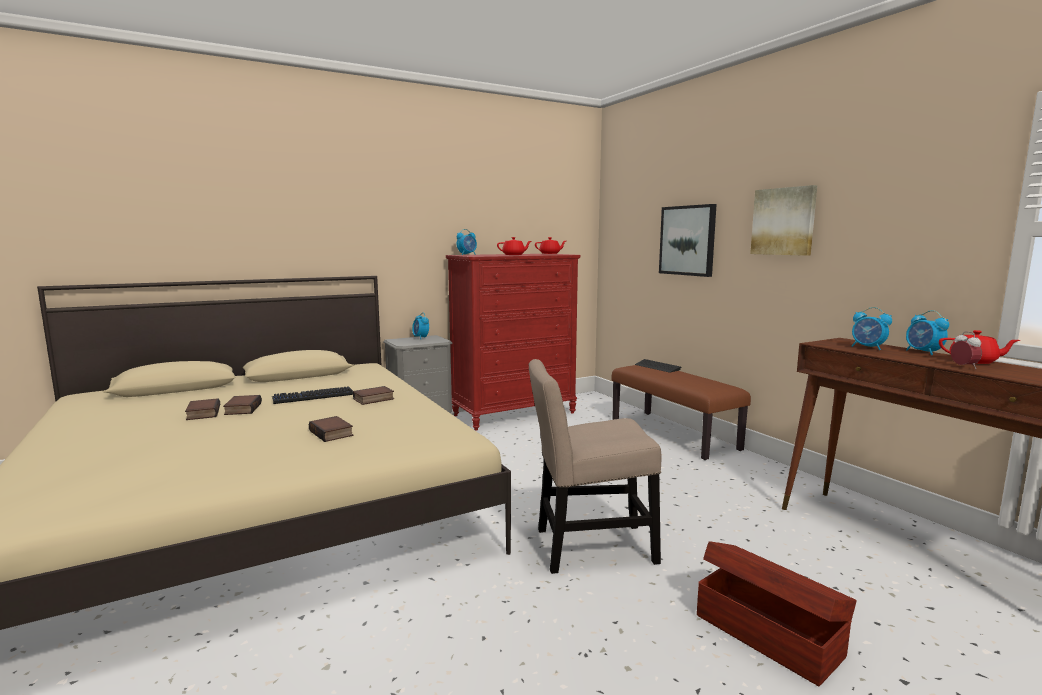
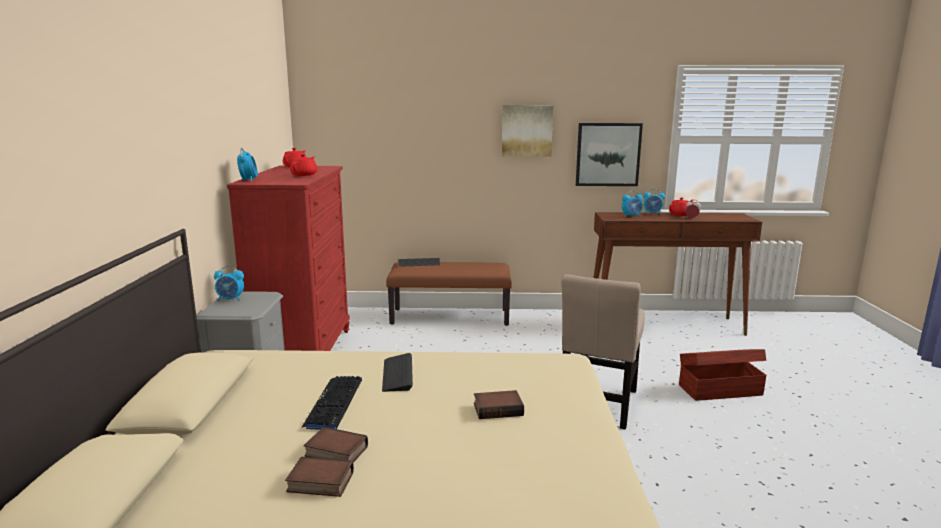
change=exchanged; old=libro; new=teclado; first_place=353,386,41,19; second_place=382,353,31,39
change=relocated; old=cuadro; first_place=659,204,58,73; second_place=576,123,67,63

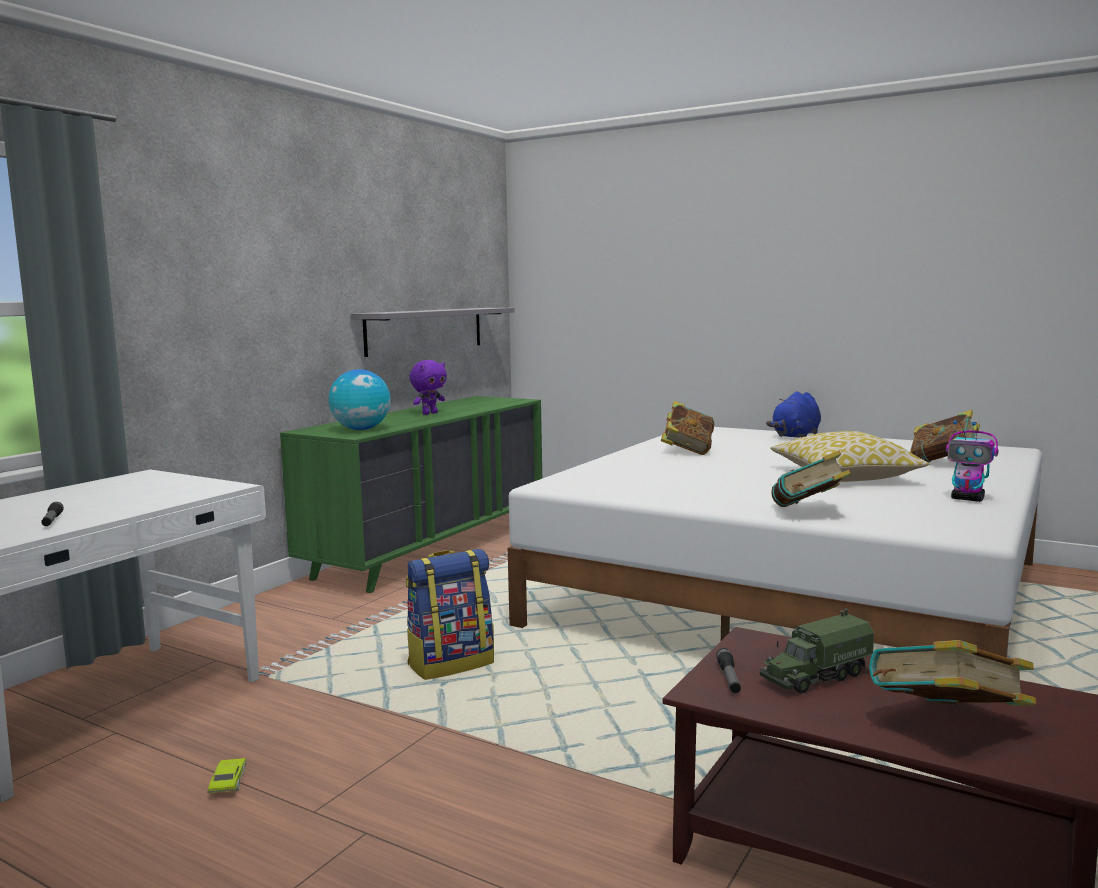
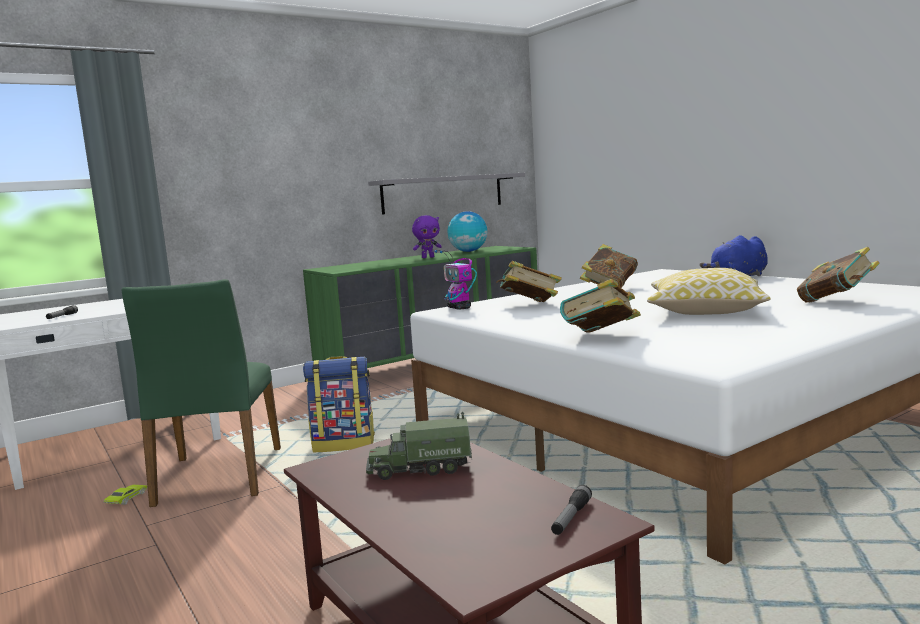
change=relocated; old=globo terráqueo; first_place=328,369,63,61; second_place=448,211,39,41
change=relocated; old=linterna; first_place=716,648,25,45; second_place=551,485,41,50
change=relocated; old=libro; first_place=869,640,167,65; second_place=496,261,66,41
change=relocated; old=robot de juguete; first_place=946,420,53,82; second_place=434,250,43,60
change=appeared; new=silla/verde; second_place=122,279,159,228

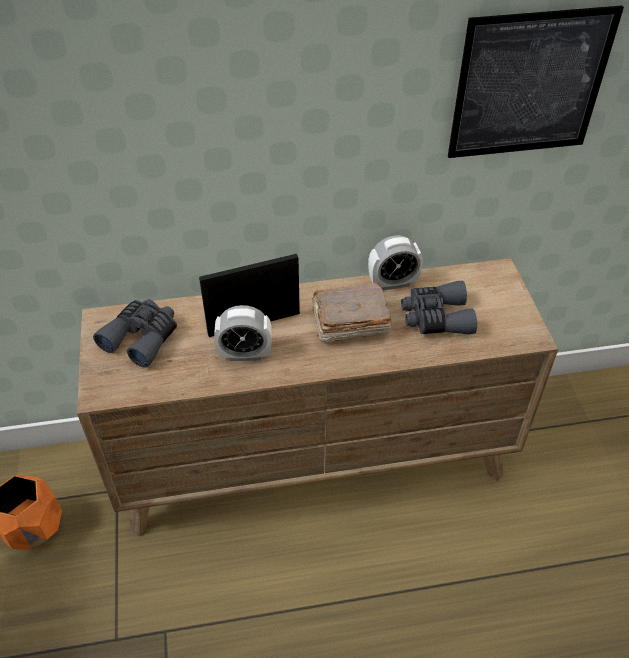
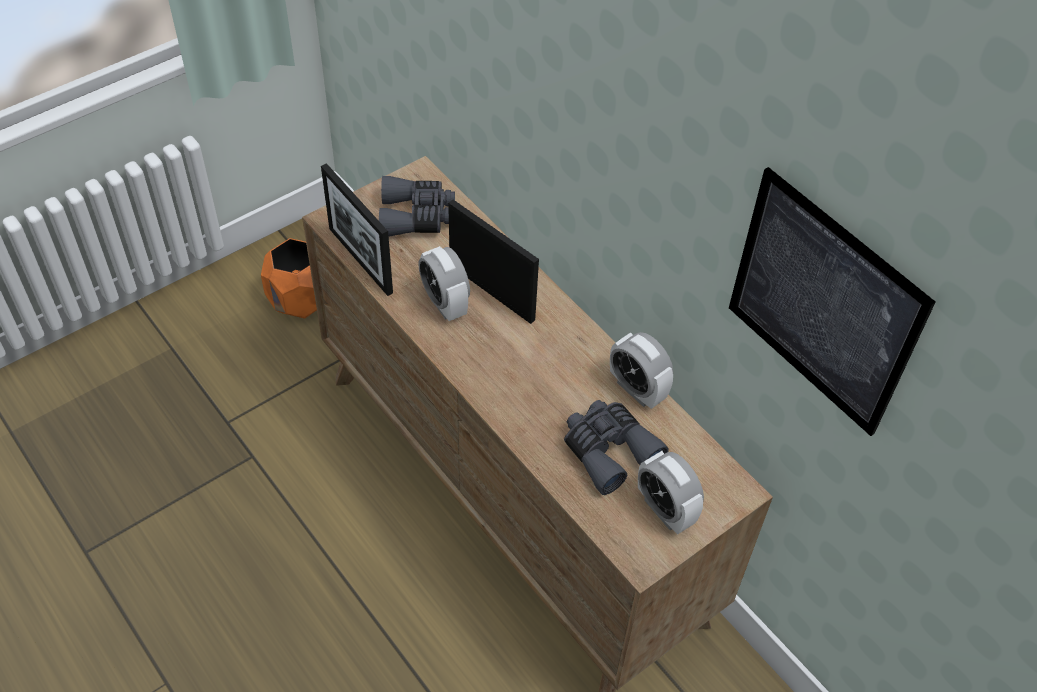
change=missing; old=libro/marrón; first_place=312,283,79,59
change=appeared; new=portarretratos; second_place=321,163,72,133
change=appeared; new=despertador; second_place=638,451,66,83

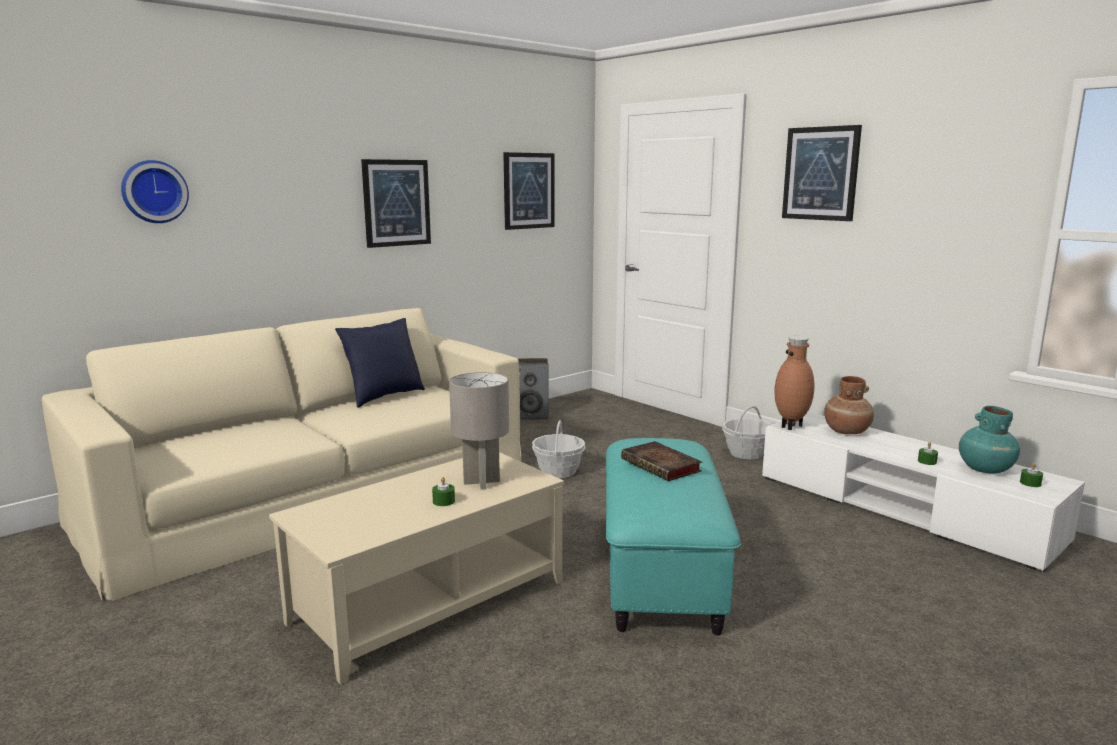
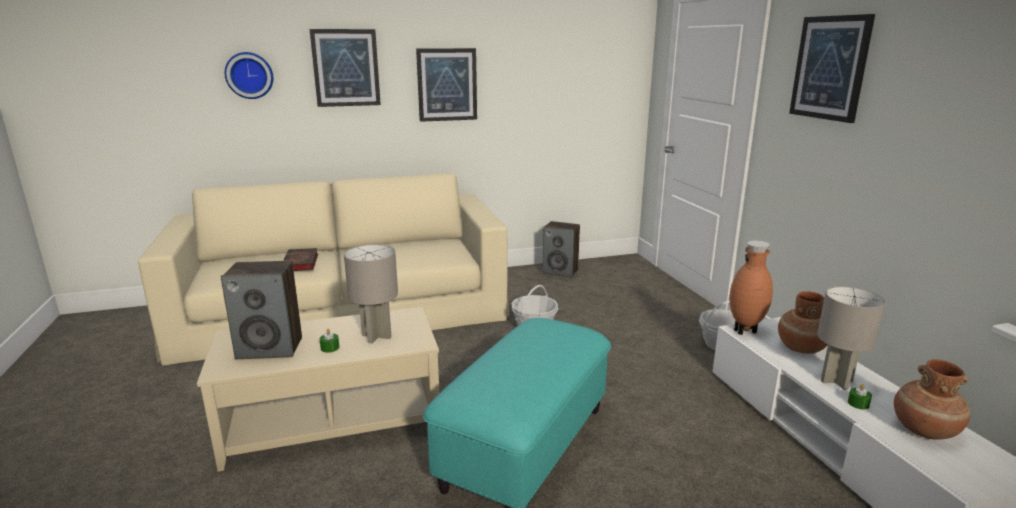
change=missing; old=cojín/azul; first_place=335,318,90,90
change=relocated; old=cuadro; first_place=503,152,52,78; second_place=310,29,71,78
change=relocated; old=libro; first_place=621,441,81,40; second_place=283,248,35,23
change=colour; old=florero/turquesa; new=florero/marrón; first_place=959,406,61,68; second_place=894,359,76,81
change=missing; old=vela/verde; first_place=1020,463,23,24
change=appeared; new=altavoz; second_place=221,261,81,98
change=appeared; new=lámpara de mesa/gris; second_place=818,286,67,104

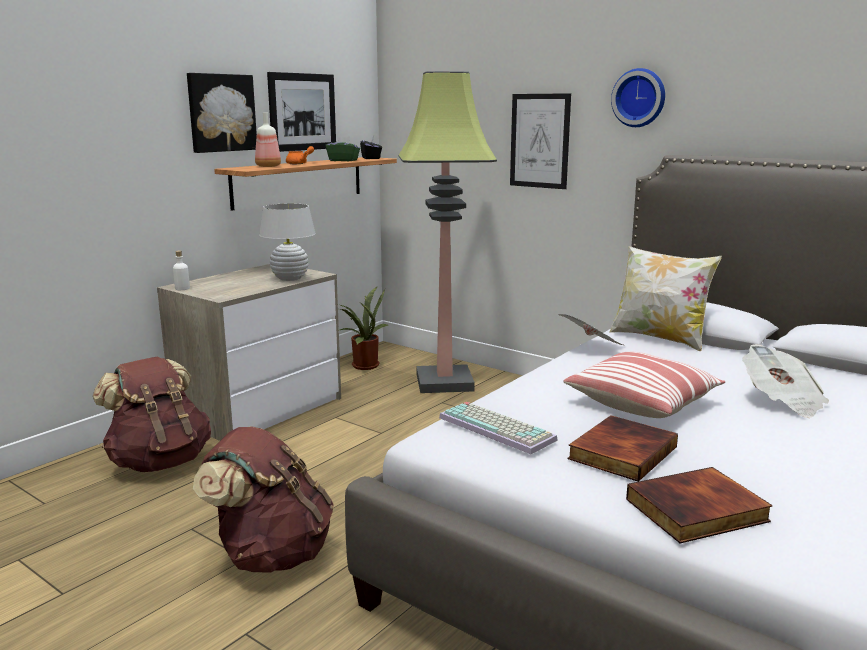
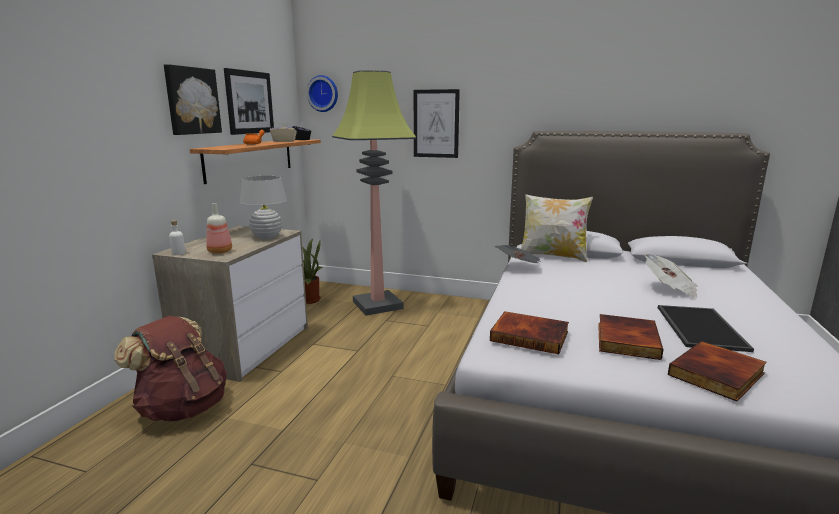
change=missing; old=mochila/marrón; first_place=193,426,140,147
change=relocated; old=botella; first_place=255,112,26,55; second_place=206,203,26,51
change=colour; old=caja de pañuelos/verde; new=caja de pañuelos/beis; first_place=326,136,34,25; second_place=270,122,27,20
change=exchanged; old=teclado; new=libro; first_place=439,402,119,52; second_place=490,311,79,43
change=missing; old=cojín; first_place=563,352,163,66
change=relocated; old=reloj de pared; first_place=611,68,54,59; second_place=306,75,32,37
change=appeared; new=bandeja; second_place=658,305,96,47

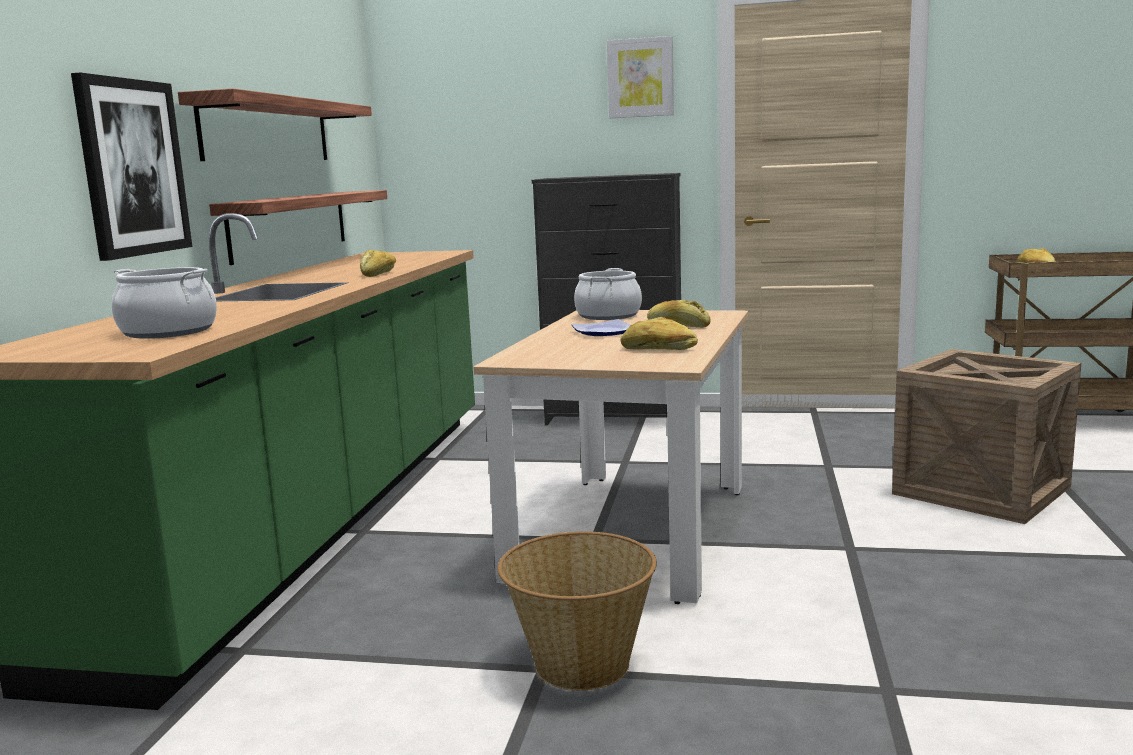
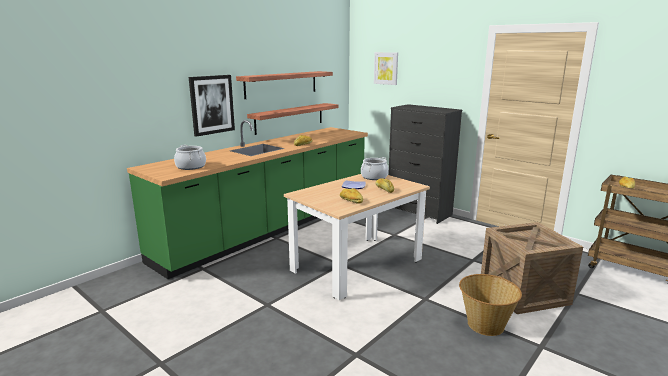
change=relocated; old=cesta; first_place=498,531,159,159; second_place=459,274,63,62
change=relocated; old=cuadro; first_place=607,36,67,82; second_place=374,52,24,33

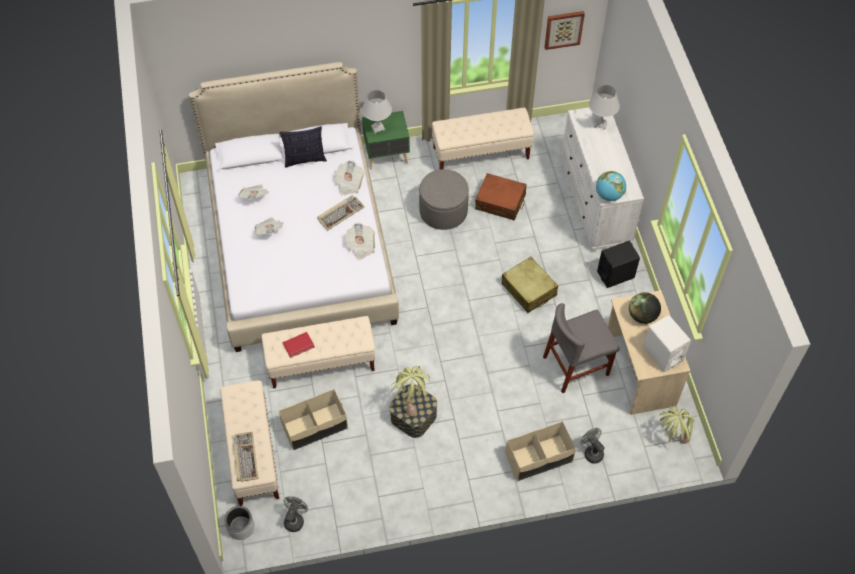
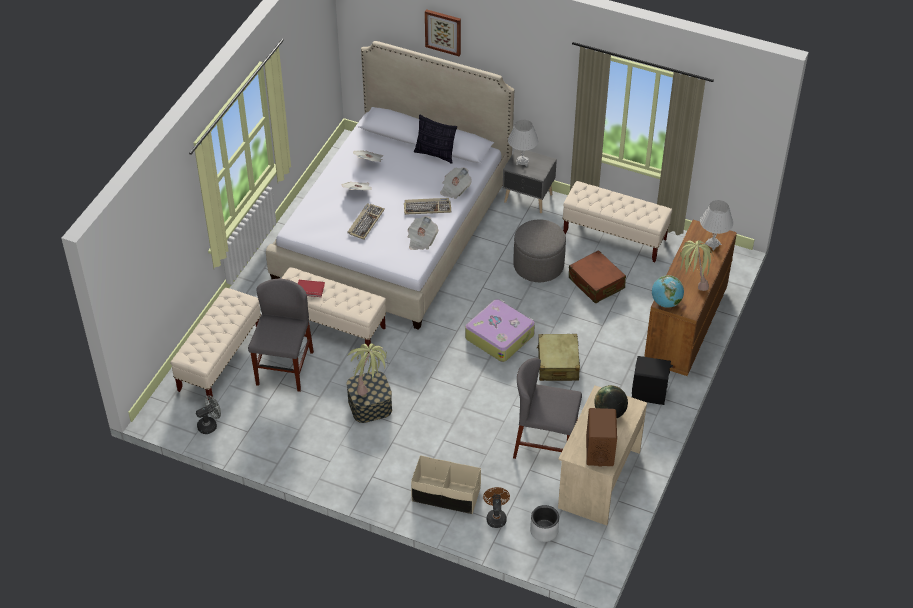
change=relocated; old=maceta/gris; first_place=224,506,31,34; second_place=530,505,29,37
change=relocated; old=teclado; first_place=232,432,27,50; second_place=347,203,38,37
change=exchanged; old=caja de almacenaje/beis; new=silla/gris; first_place=279,389,69,62; second_place=248,279,66,113
change=colour; old=mesita de noche/verde; new=mesita de noche/gris; first_place=362,111,48,59; second_place=503,149,54,64
change=relocated; old=cuadro; first_place=544,11,41,39; second_place=425,9,36,47
change=colour; old=cómoda/blanco; new=cómoda/marrón; first_place=561,107,83,143; second_place=644,220,93,156
change=colour; old=ventilador/gris; new=ventilador/marrón; first_place=580,428,25,36; second_place=483,487,27,41
change=colour; old=altavoz/blanco; new=altavoz/marrón; first_place=643,315,48,57; second_place=586,408,31,58
change=relocated; old=planta en maceta; first_place=659,405,35,39; second_place=680,240,34,51
change=appeared; new=maleta; second_place=465,299,70,63

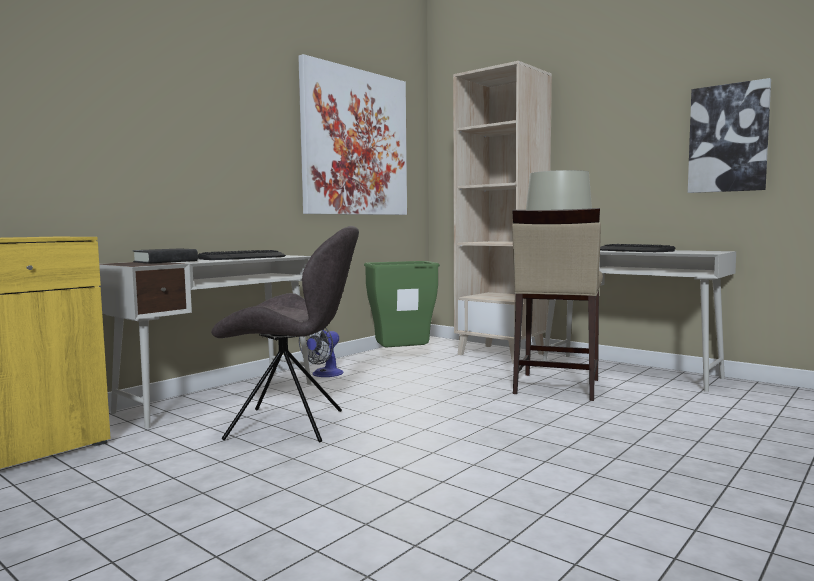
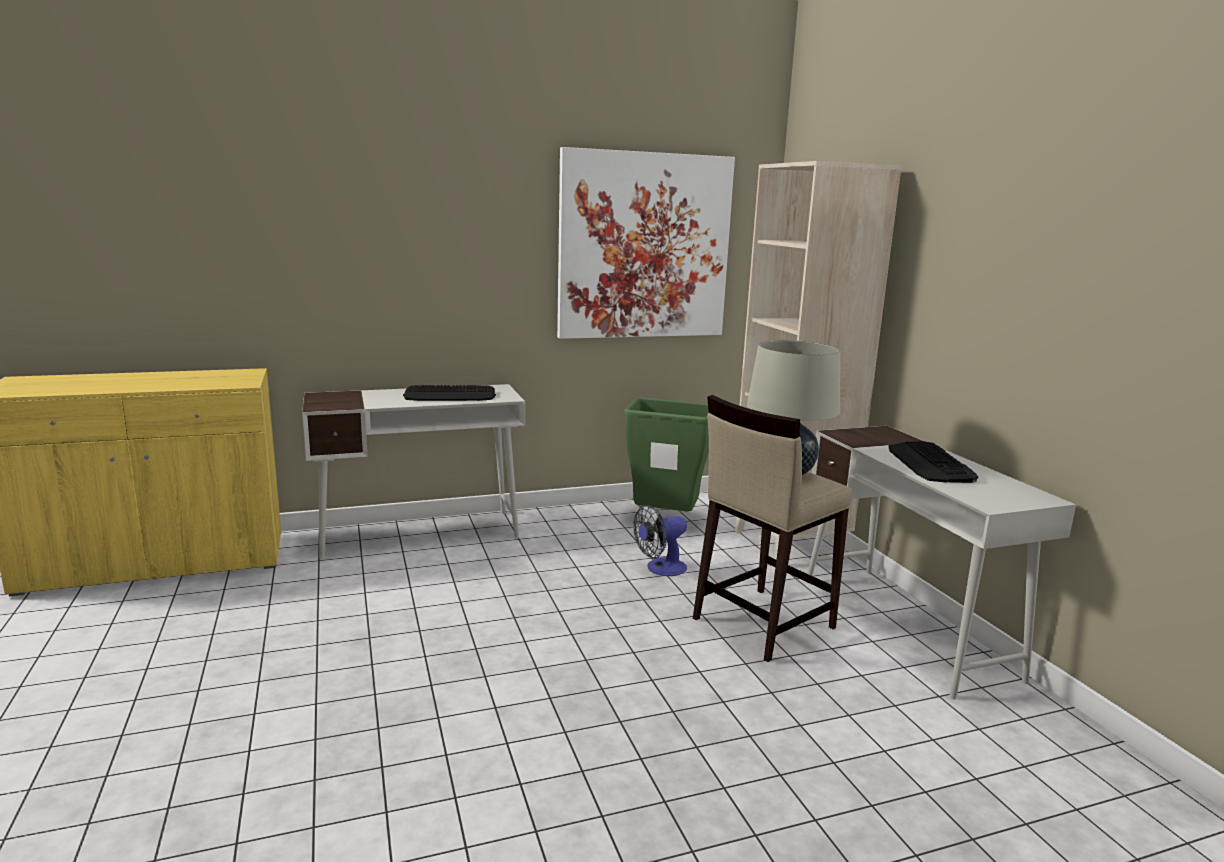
change=missing; old=libro/negro; first_place=133,248,65,16
change=missing; old=silla/gris; first_place=211,226,148,216
change=relocated; old=ventilador; first_place=299,328,44,49; second_place=633,505,54,71
change=missing; old=cuadro; first_place=688,78,83,115

